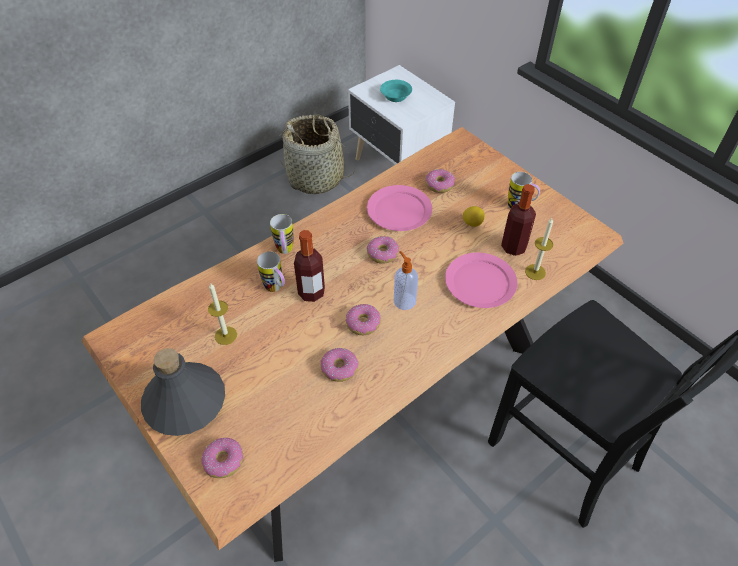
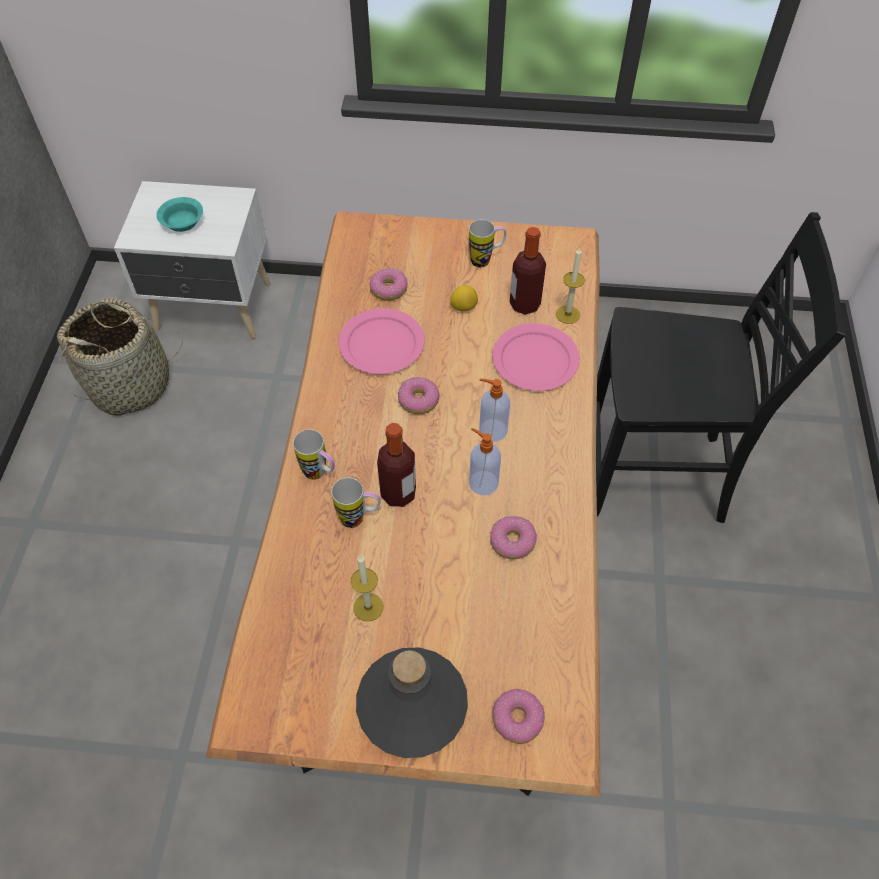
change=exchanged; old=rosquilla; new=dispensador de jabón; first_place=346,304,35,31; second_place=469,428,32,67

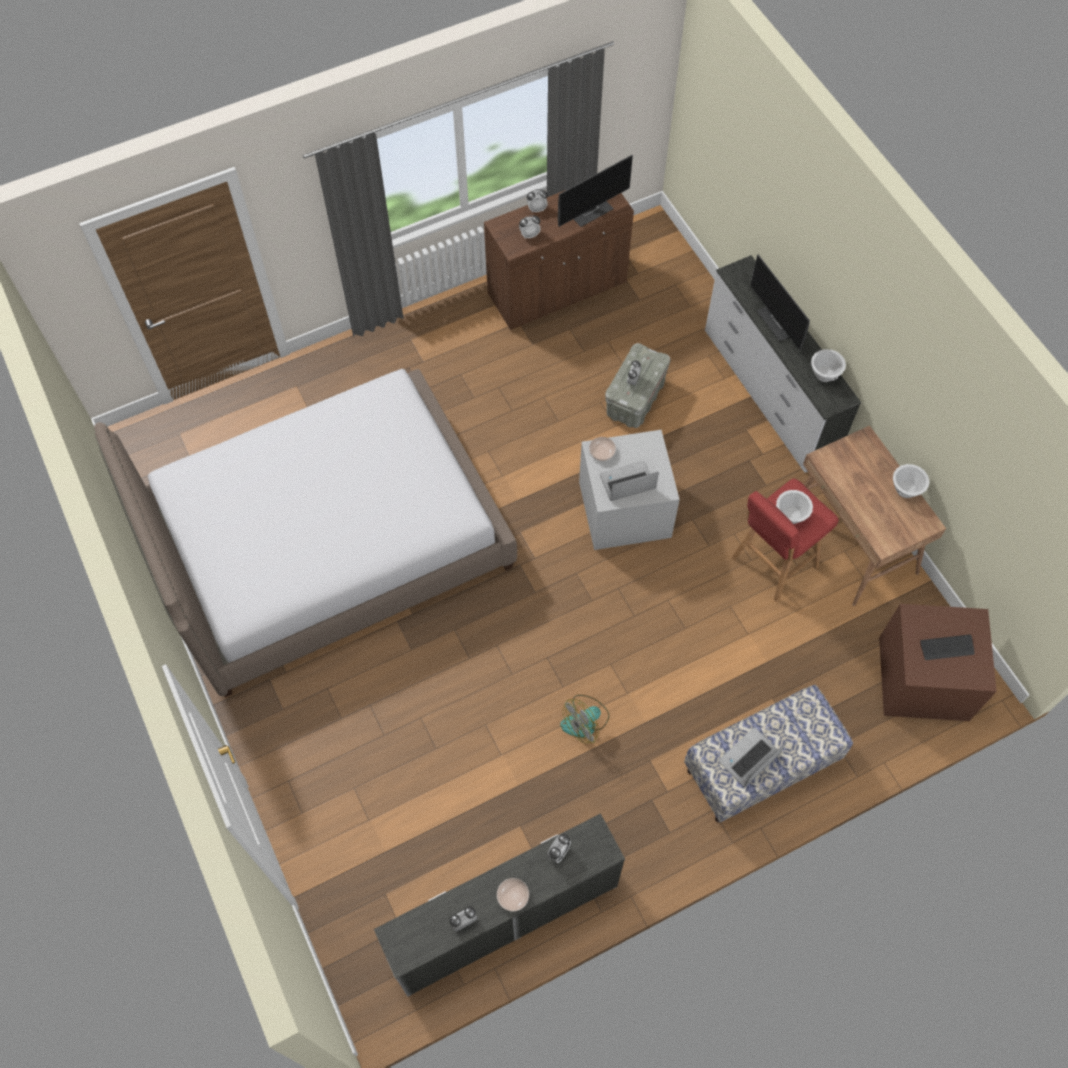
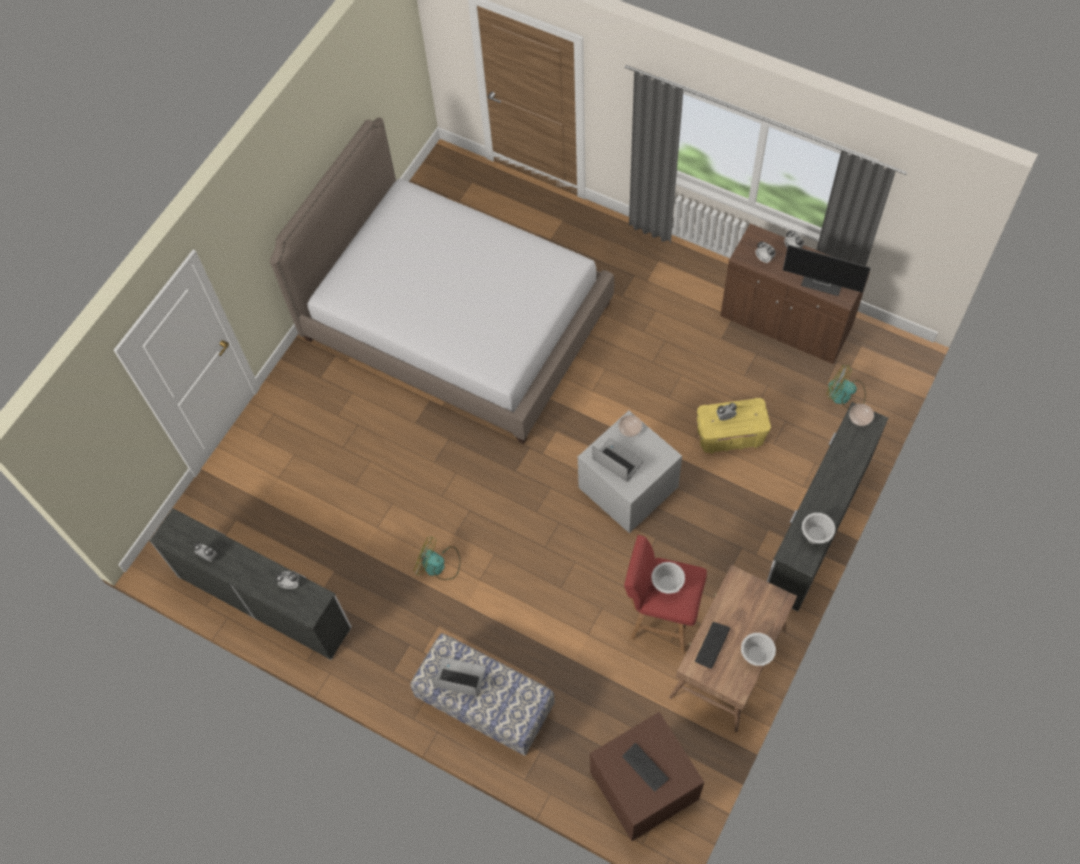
change=relocated; old=cuenco; first_place=497,878,32,33; second_place=849,404,25,22
change=colour; old=caja de almacenaje/gris; new=caja de almacenaje/amarillo; first_place=605,343,66,85; second_place=697,398,74,56
change=missing; old=monitor; first_place=750,255,60,95
change=appeared; new=teclado; second_place=695,622,35,47
change=appeared; new=ventilador; second_place=826,365,40,44

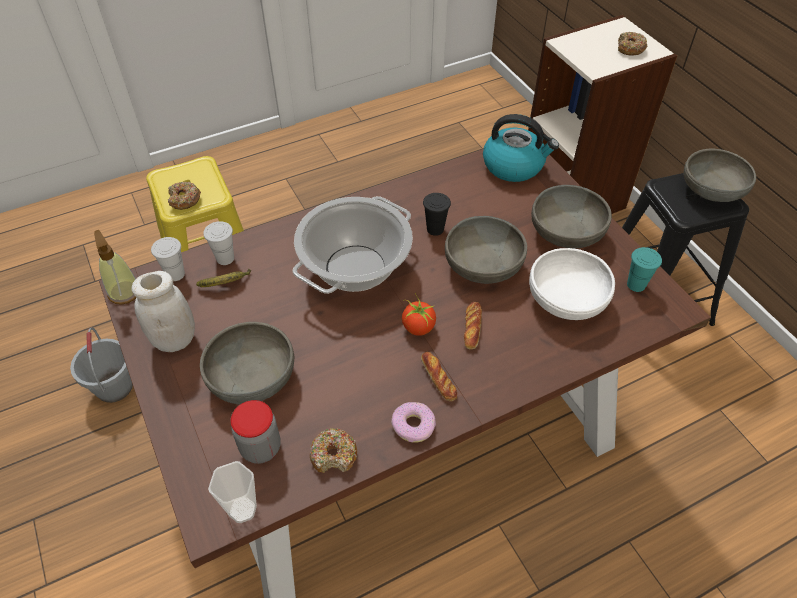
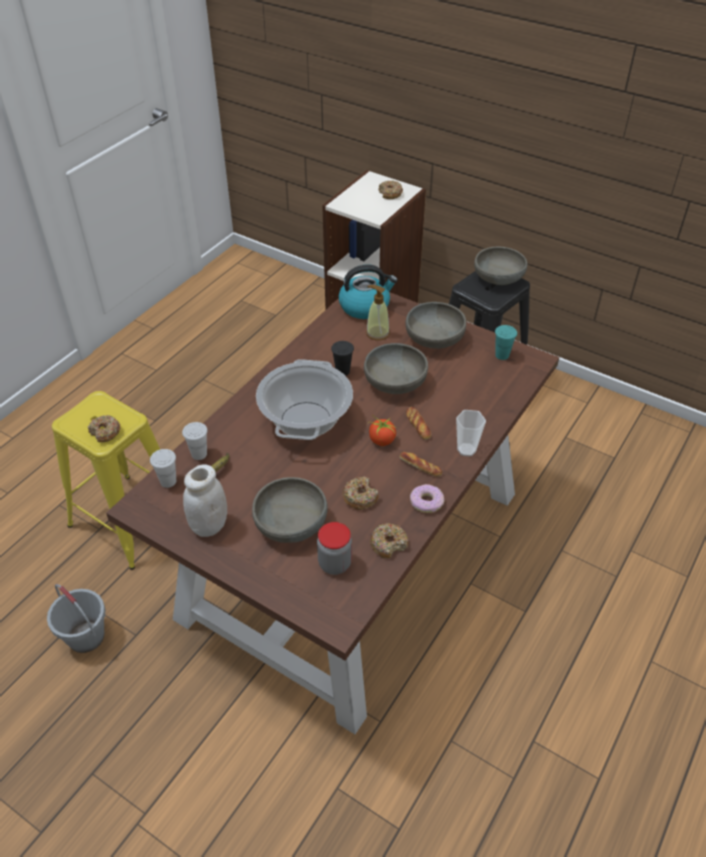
change=relocated; old=dispensador de jabón; first_place=94,230,42,75; second_place=366,285,24,55
change=relocated; old=taza; first_place=208,461,49,62; second_place=456,410,30,47
change=missing; old=cuenco/blanco; first_place=529,248,86,72
change=appeared; new=rosquilla; second_place=342,477,36,33

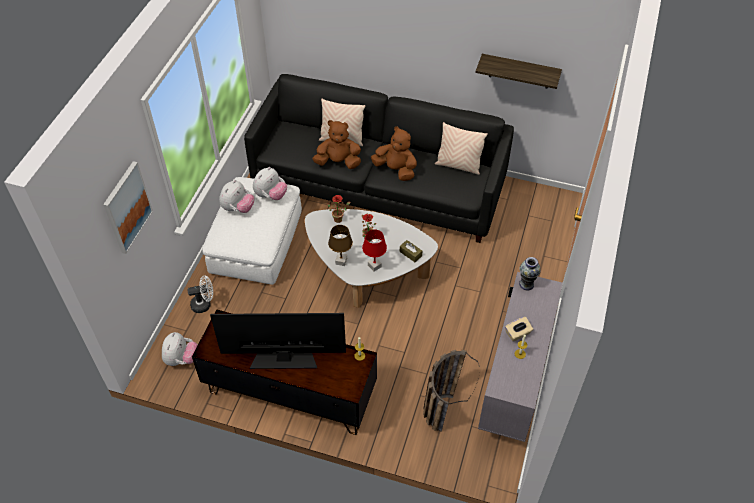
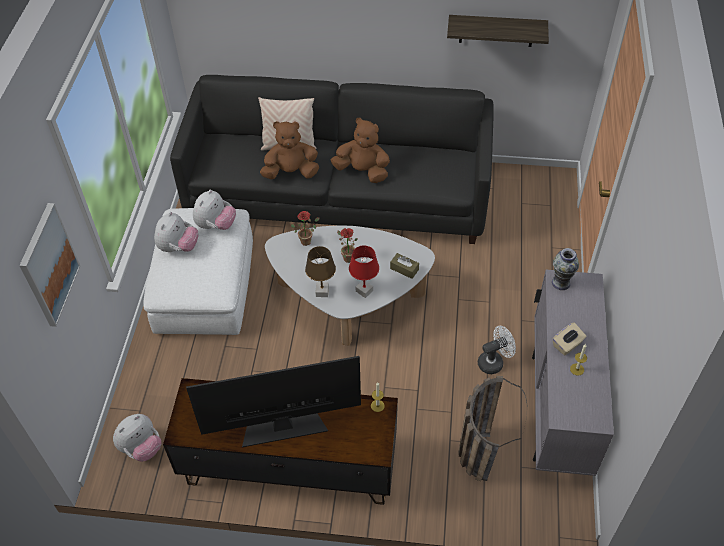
change=spun; old=peluche; first_place=162,332,36,34; second_place=113,414,49,48; degrees=45
change=relocated; old=ventilador/blanco; first_place=187,275,26,38; second_place=478,326,38,48
change=missing; old=cojín/beis; first_place=435,122,53,53

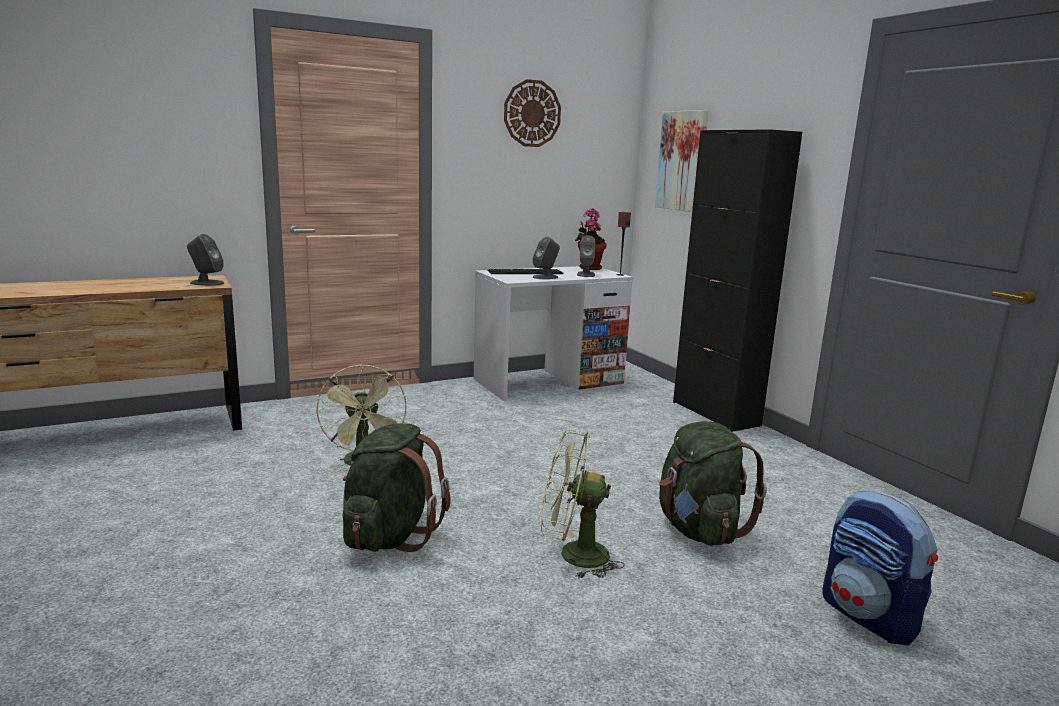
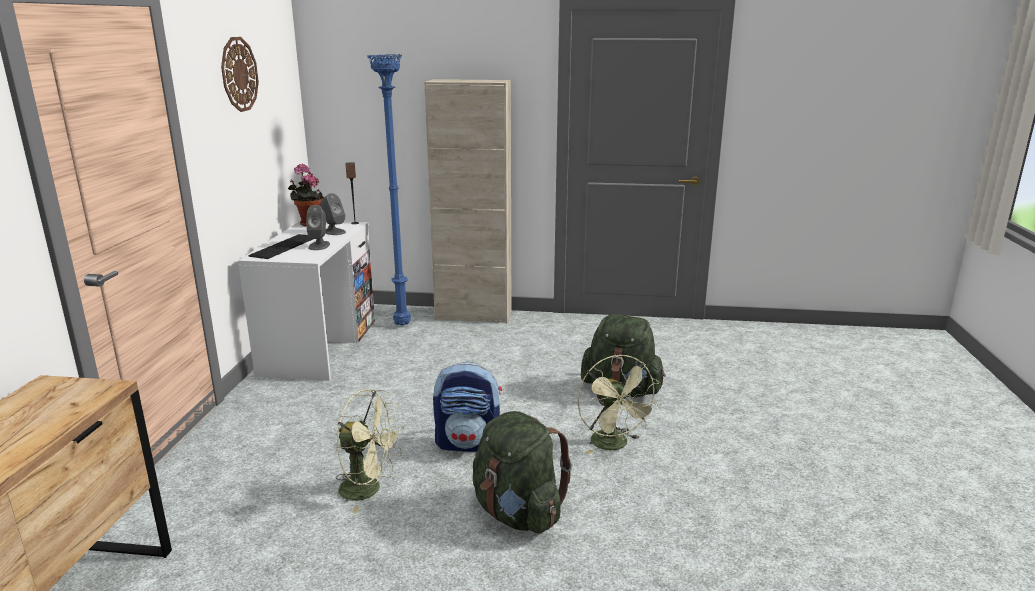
change=missing; old=altavoz/gris; first_place=187,234,37,52
change=spun; old=ventilador/verde; first_place=541,429,84,150; second_place=577,355,82,99; degrees=-60
change=missing; old=cuadro; first_place=655,110,54,102
change=colour; old=armario/negro; new=armario/beis; first_place=673,129,129,303; second_place=424,79,87,245
change=relocated; old=mochila; first_place=822,491,116,154; second_place=433,362,69,90
change=appeared; new=lámpara de pie/azul; second_place=367,54,44,272

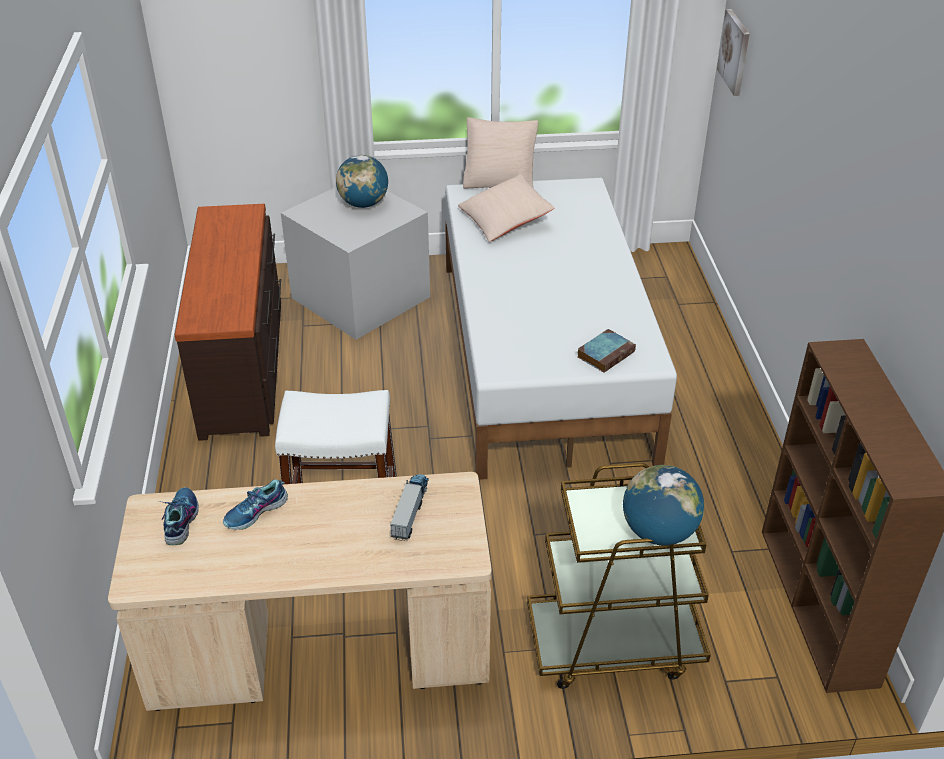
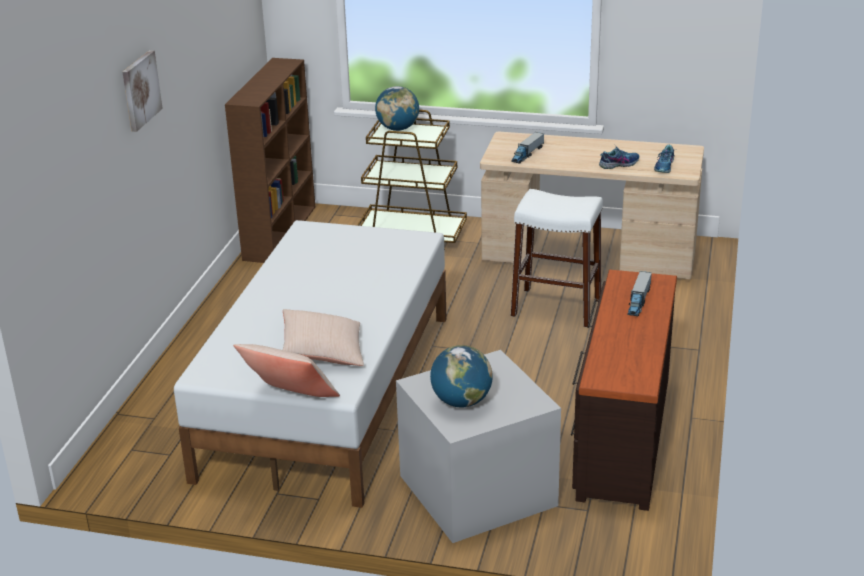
change=missing; old=libro; first_place=577,329,59,44
change=relocated; old=cuadro; first_place=717,9,33,87; second_place=123,50,40,82
change=appeared; new=camión de juguete; second_place=628,271,24,45

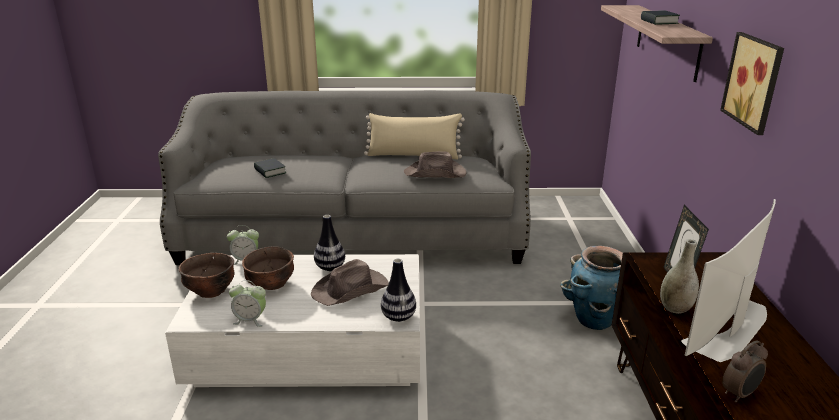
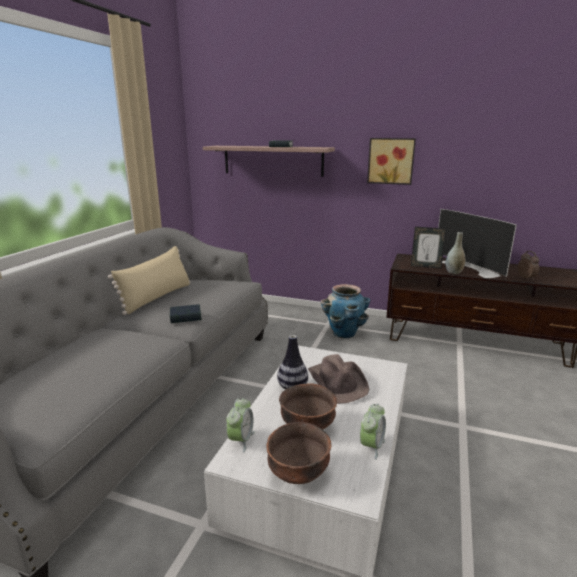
change=relocated; old=libro; first_place=254,158,32,20; second_place=170,304,32,19
change=missing; old=florero; first_place=381,259,35,63
change=missing; old=sombrero/marrón; first_place=404,151,62,27

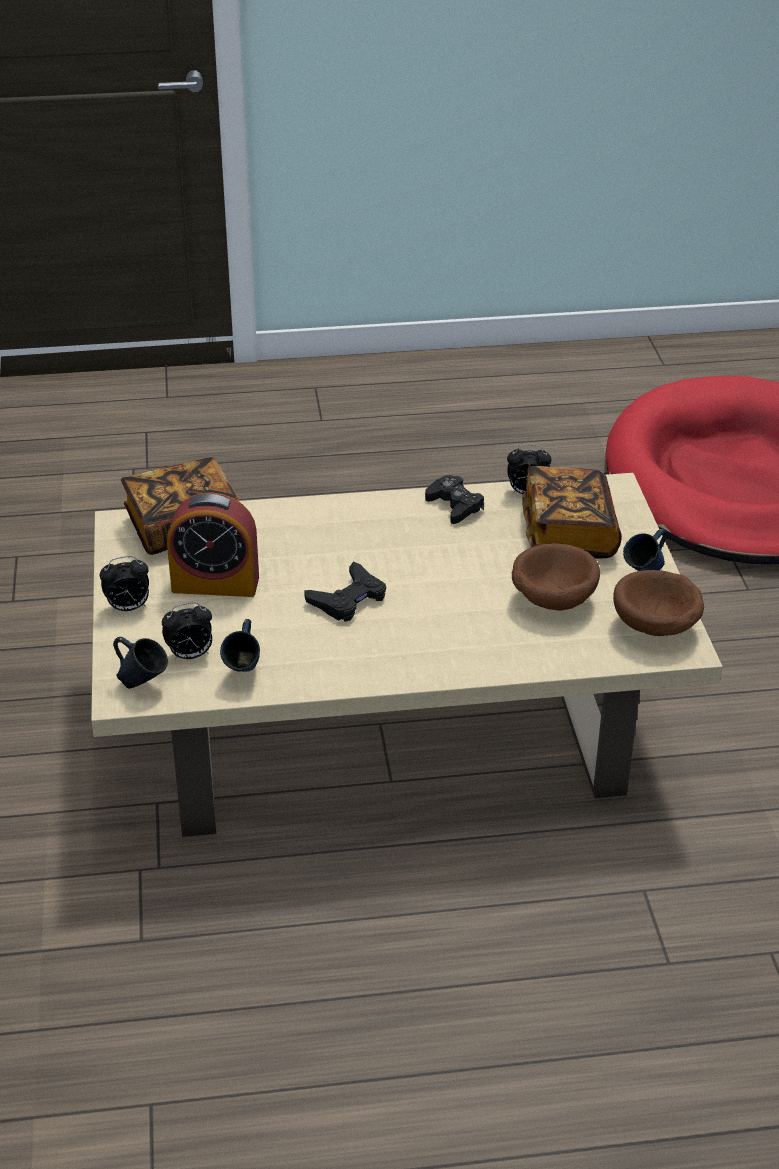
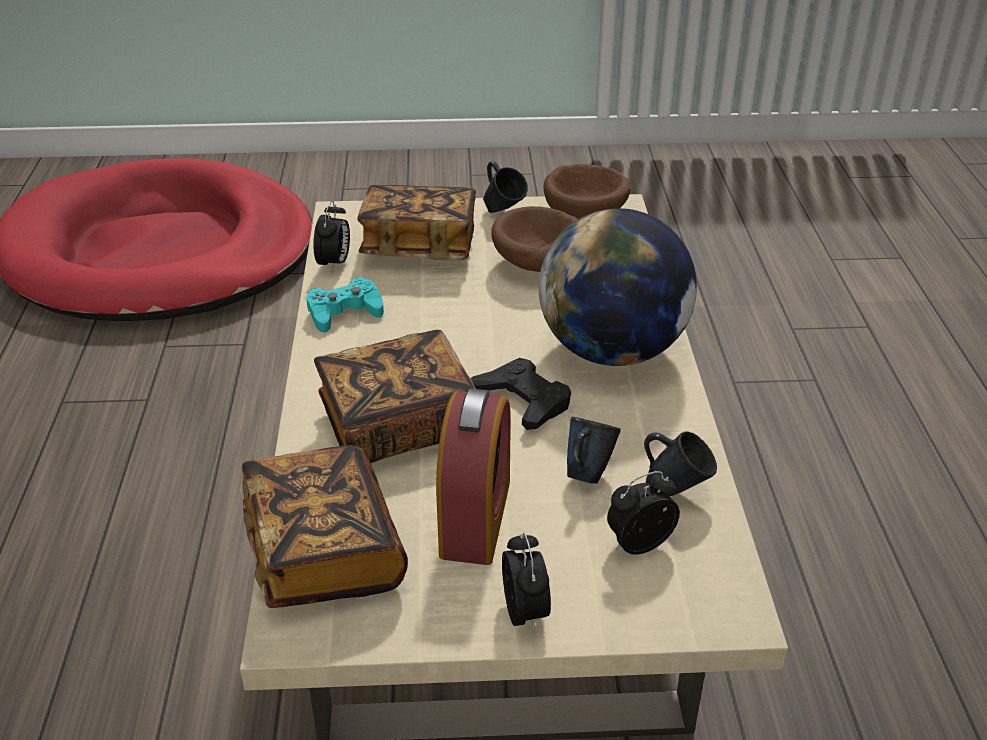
change=relocated; old=taza grande/azul; first_place=113,637,55,52; second_place=567,417,54,67
change=spun; old=despertador; first_place=162,602,50,58; second_place=607,471,73,84; degrees=-105
change=colour; old=mando de consola/negro; new=mando de consola/turquesa; first_place=425,475,59,49; second_place=306,277,78,56
change=appeared; new=libro; second_place=314,330,162,133
change=appeared; new=globo terráqueo; second_place=539,208,158,158

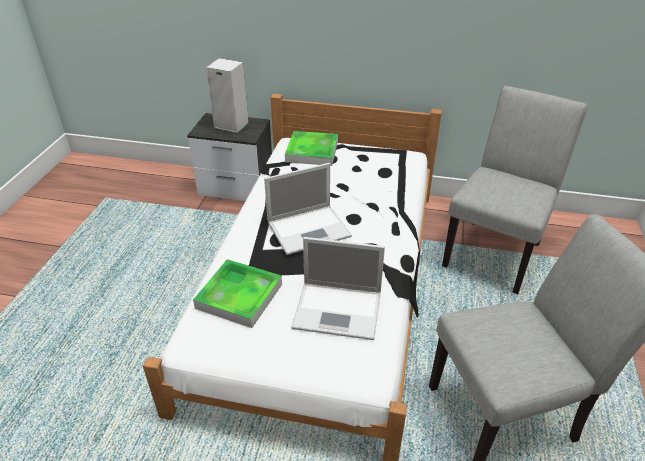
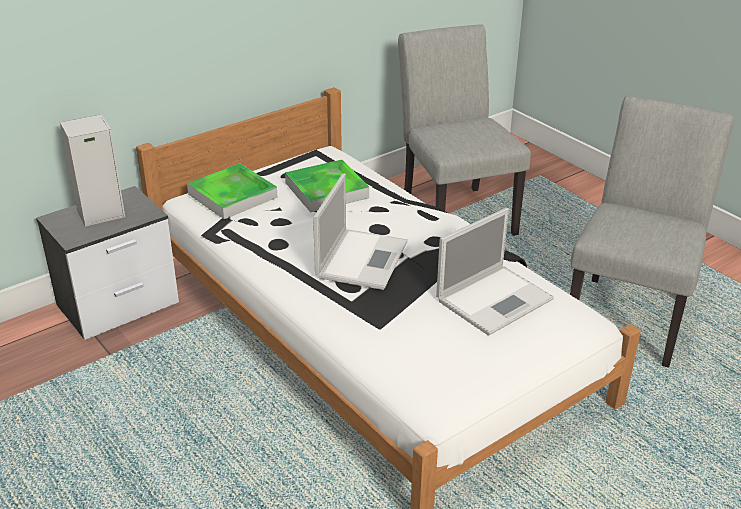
change=relocated; old=bandeja; first_place=193,259,89,69; second_place=285,160,84,53

